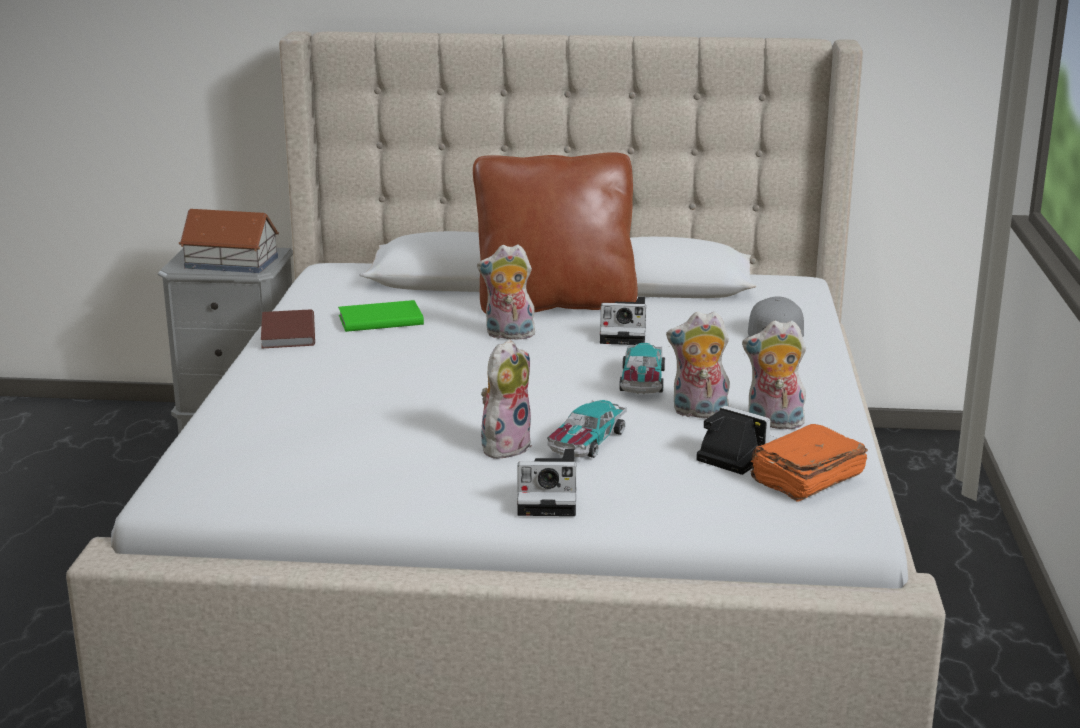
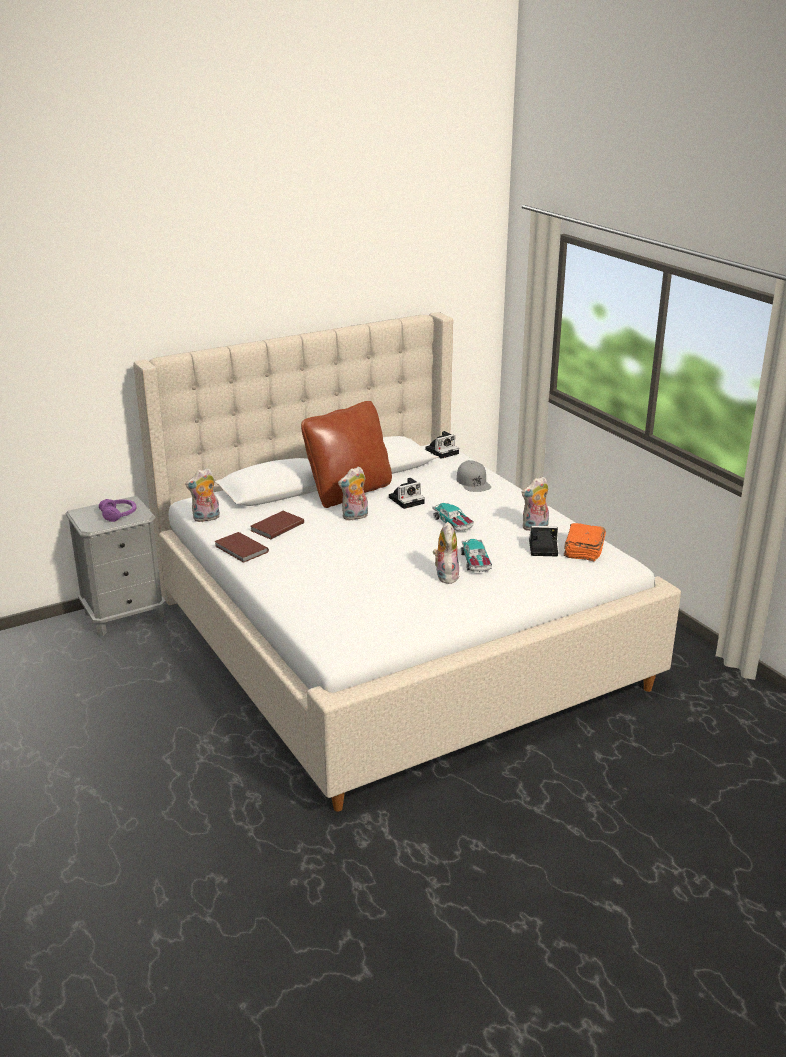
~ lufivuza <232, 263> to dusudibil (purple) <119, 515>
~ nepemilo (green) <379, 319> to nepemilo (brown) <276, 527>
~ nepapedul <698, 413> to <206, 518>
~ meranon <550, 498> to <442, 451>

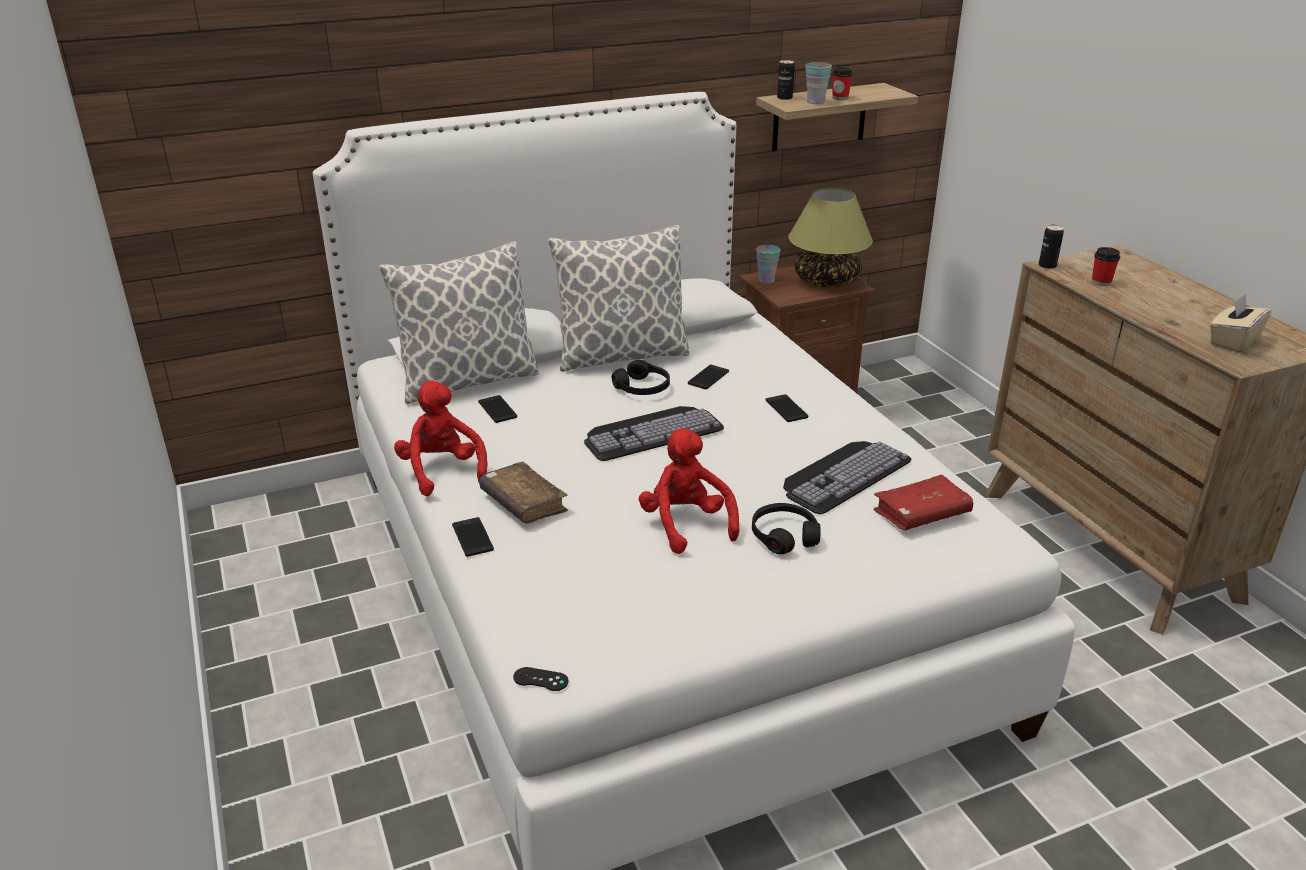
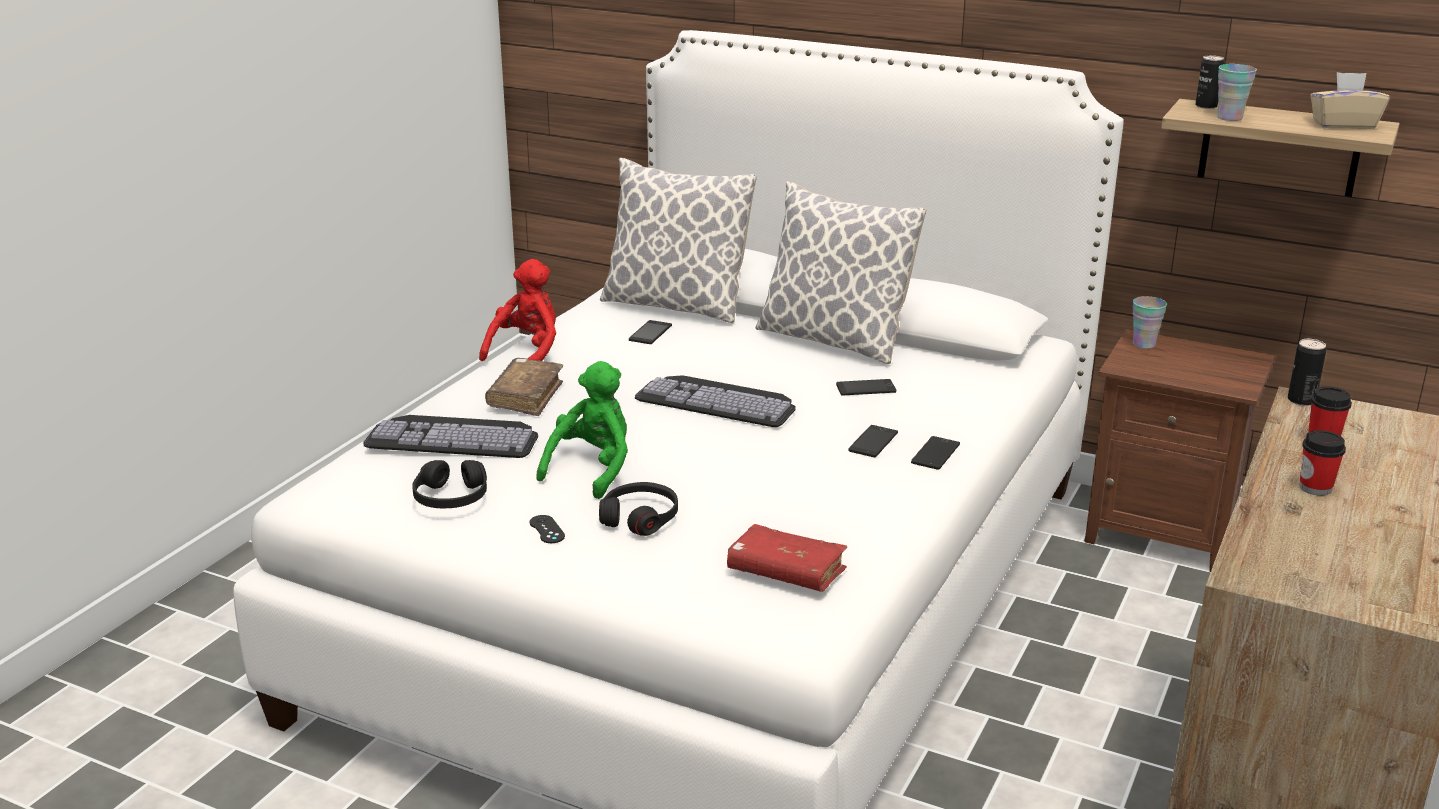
~ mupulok <840, 98> to <1315, 488>
- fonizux <826, 281>
~ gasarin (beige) <1233, 342> to <1343, 124>
~ dusudibil (black) <642, 388> to <451, 497>
~ nepapedul (red) <686, 524> to nepapedul (green) <592, 469>
~ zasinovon <843, 473> to <456, 436>
~ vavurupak <472, 537> to <935, 454>
~ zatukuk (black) <540, 679> to <547, 529>

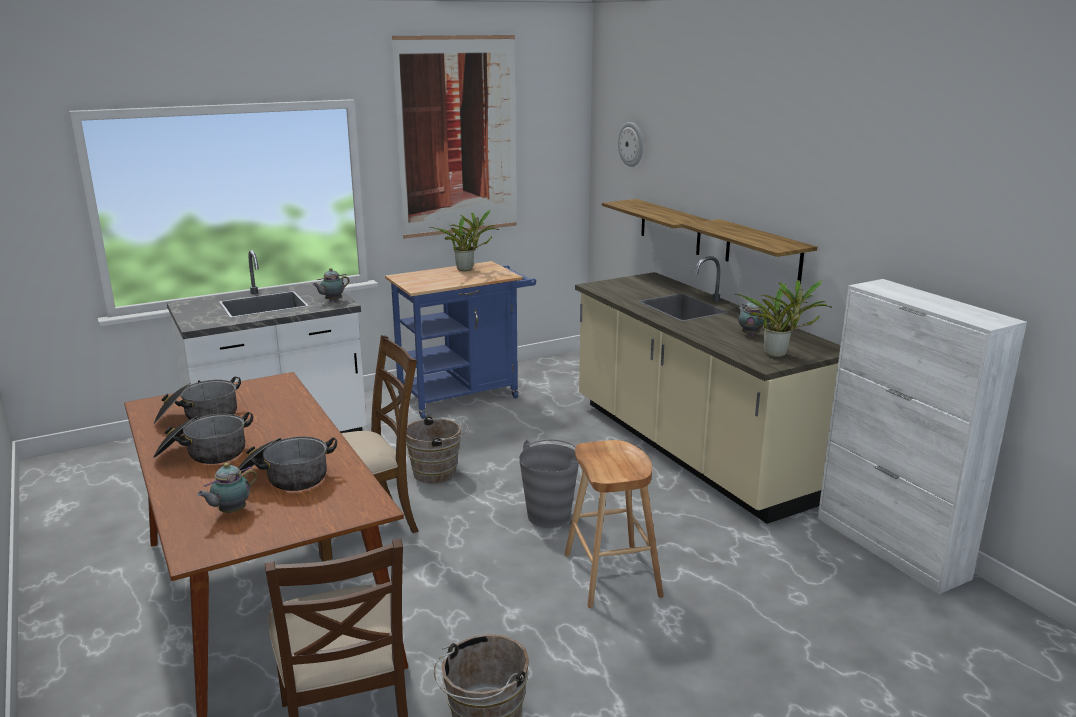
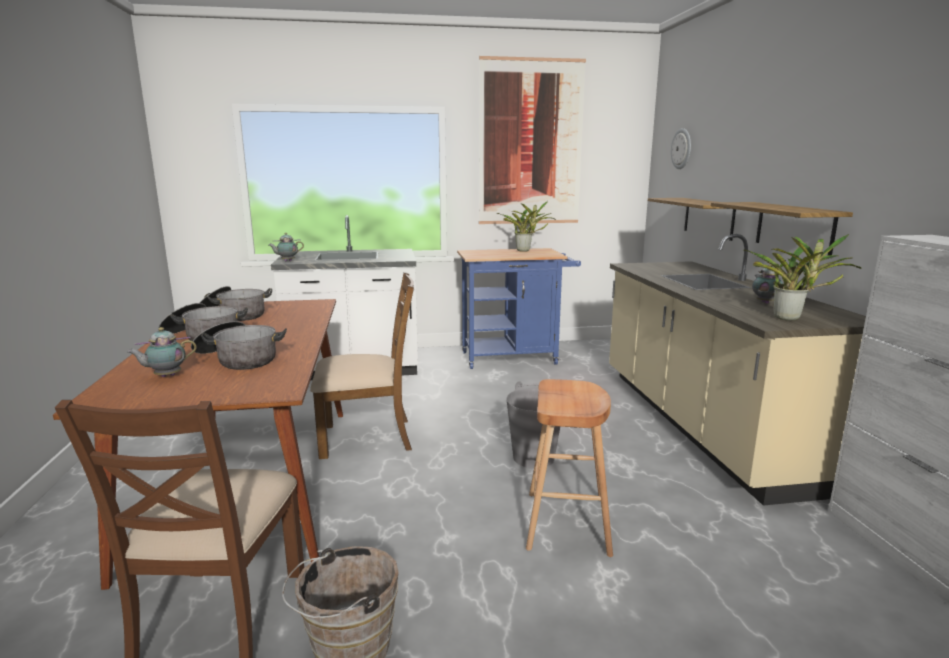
~ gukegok <332, 301> to <287, 261>
- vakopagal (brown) <438, 472>

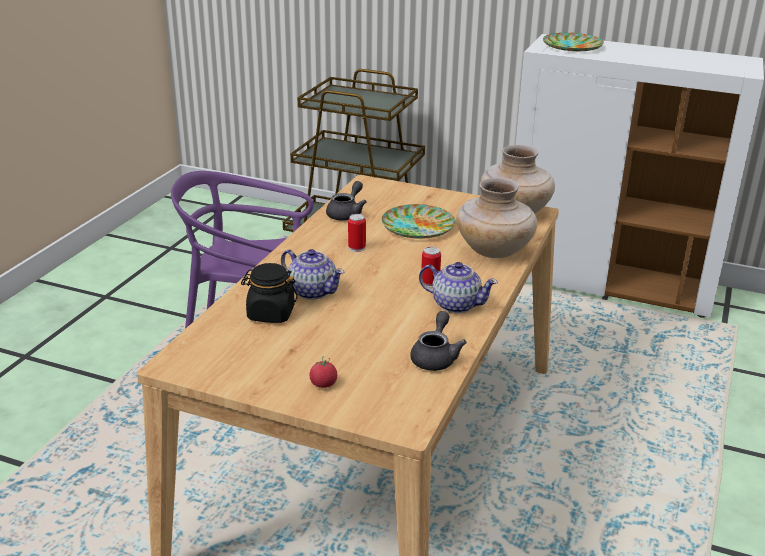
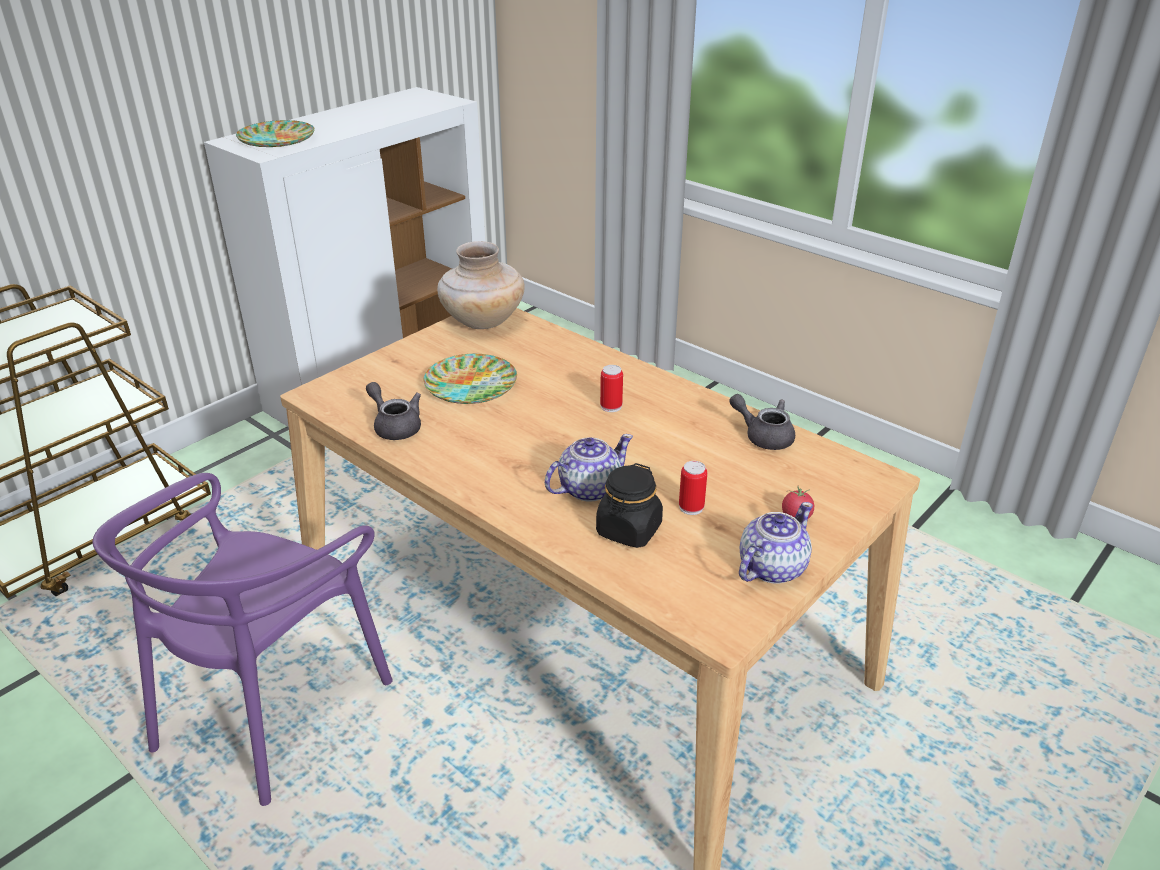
- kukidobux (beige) <494, 251>
~ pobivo <357, 248> to <691, 507>
~ gukegok <455, 304> to <771, 568>

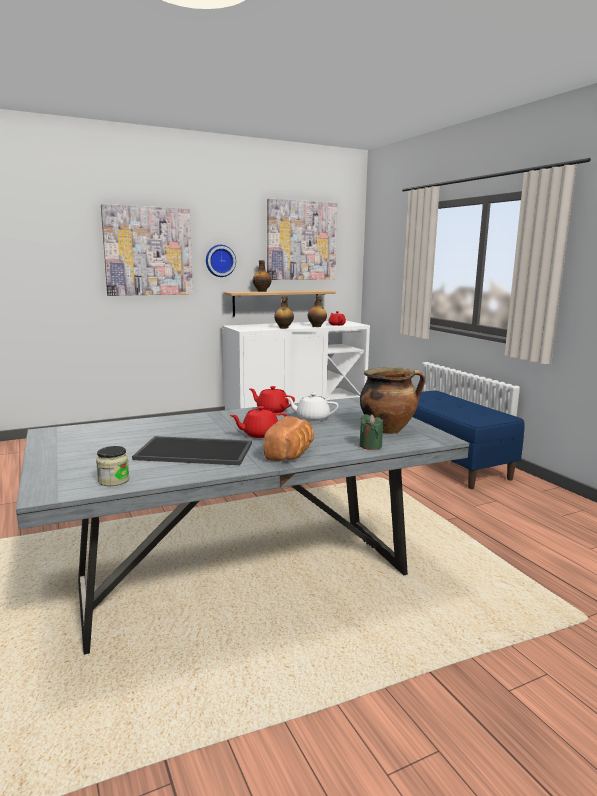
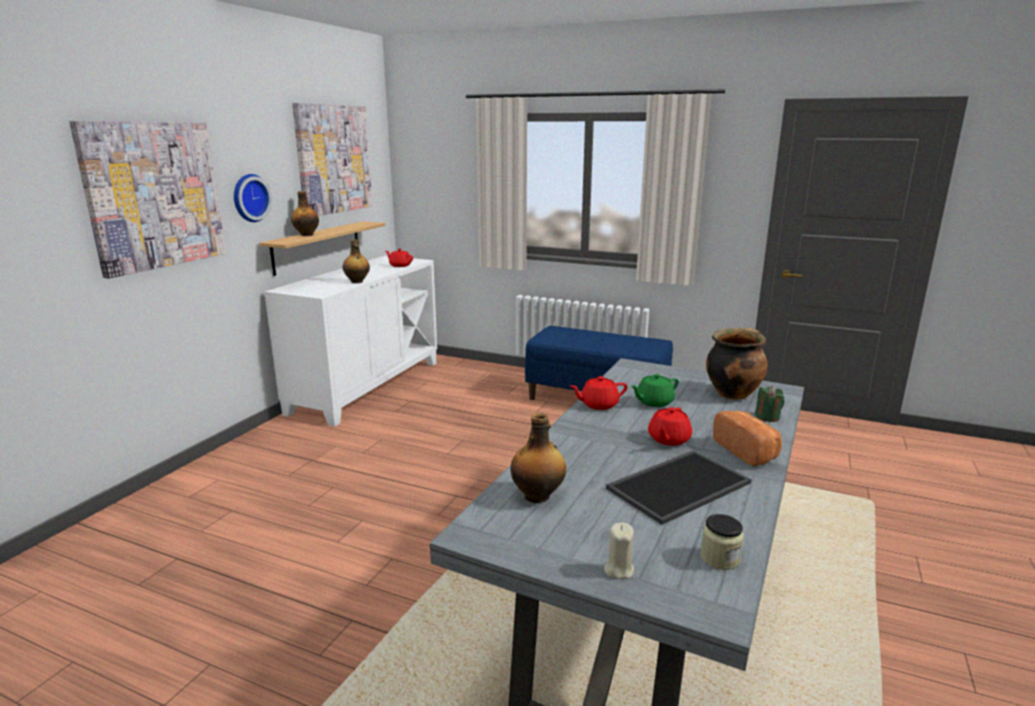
~ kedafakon <317, 326> to <538, 496>
~ gukegok (white) <312, 418> to gukegok (green) <653, 402>
+ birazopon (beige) <618, 570>

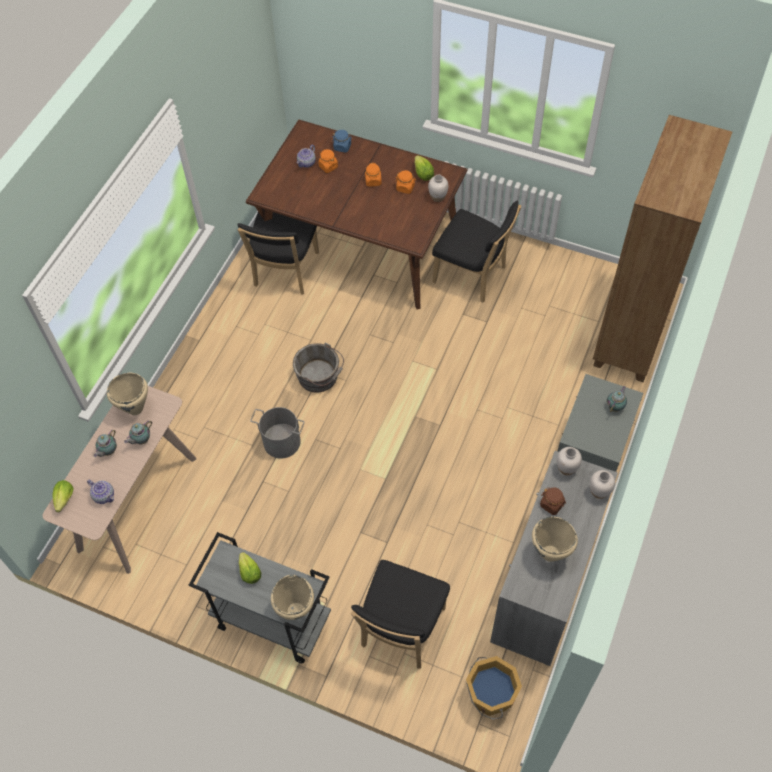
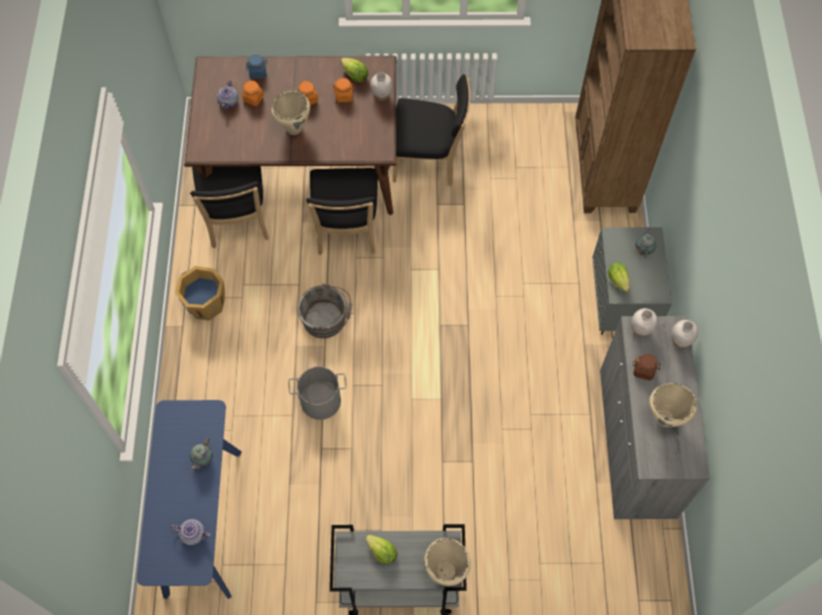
~ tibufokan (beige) <135, 408> to <294, 129>
~ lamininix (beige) <137, 503> to lamininix (blue) <203, 521>
- gukegok <108, 451>
~ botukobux <64, 501> to <618, 282>
~ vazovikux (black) <401, 630> to <346, 232>
~ vakopagal (orange) <490, 695> to <205, 305>

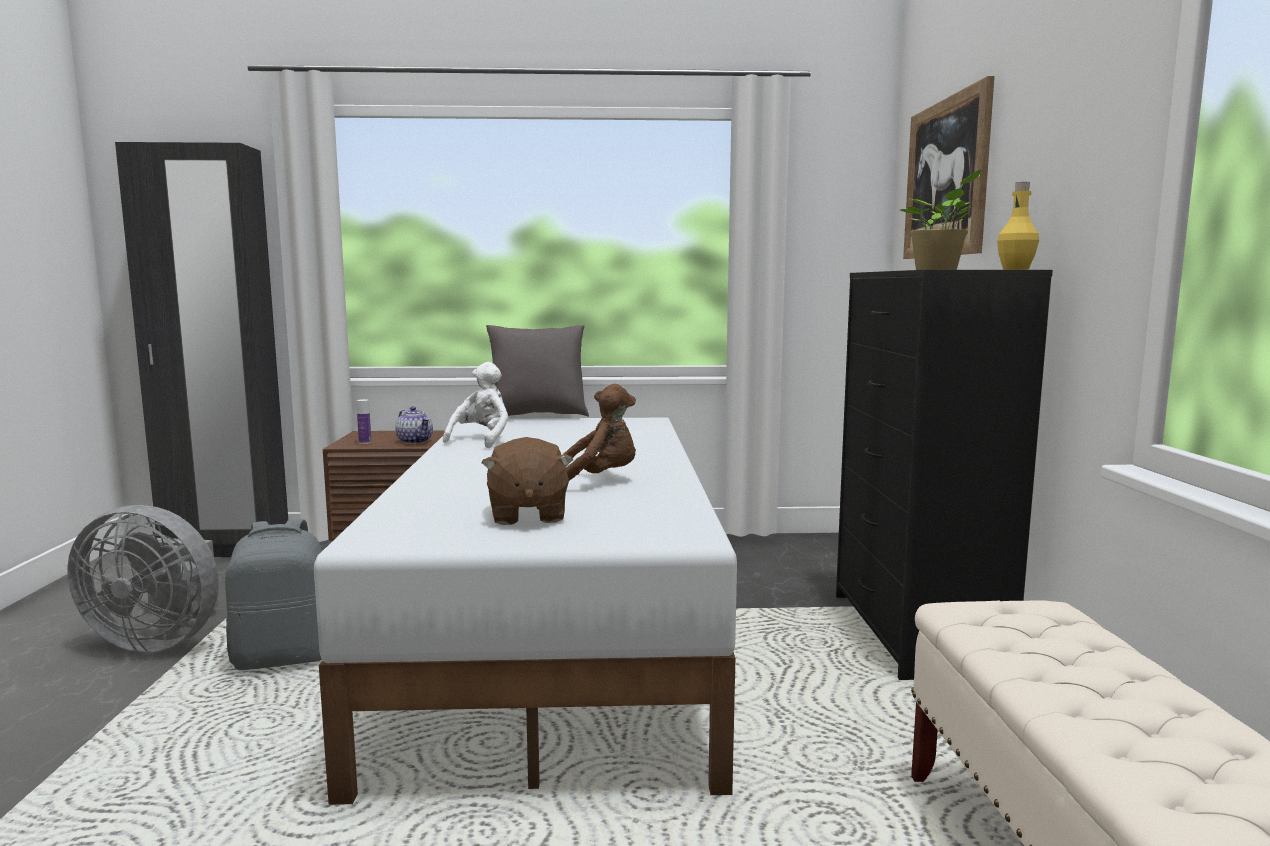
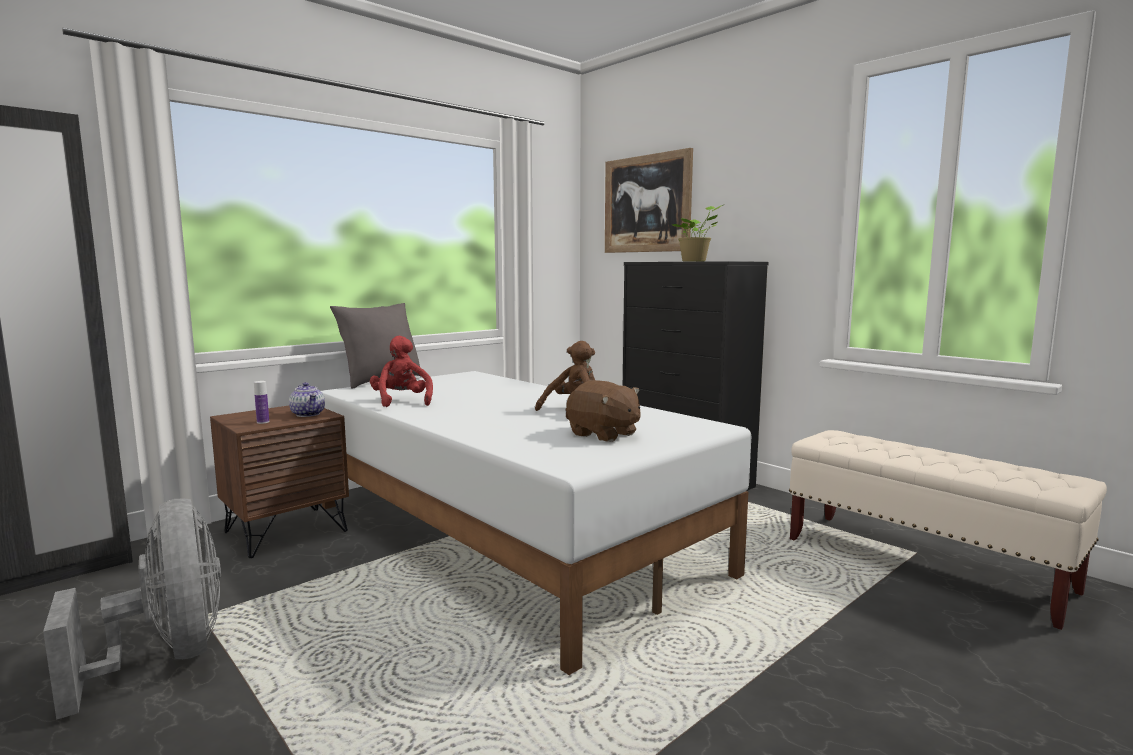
- kedafakon (yellow) <1015, 269>
~ nepapedul (white) <482, 440> to nepapedul (red) <402, 401>
~ gukegok <415, 441> = <308, 414> 45 degrees clockwise
~ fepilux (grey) <160, 640> = <167, 657> 90 degrees counterclockwise
- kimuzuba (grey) <285, 657>

